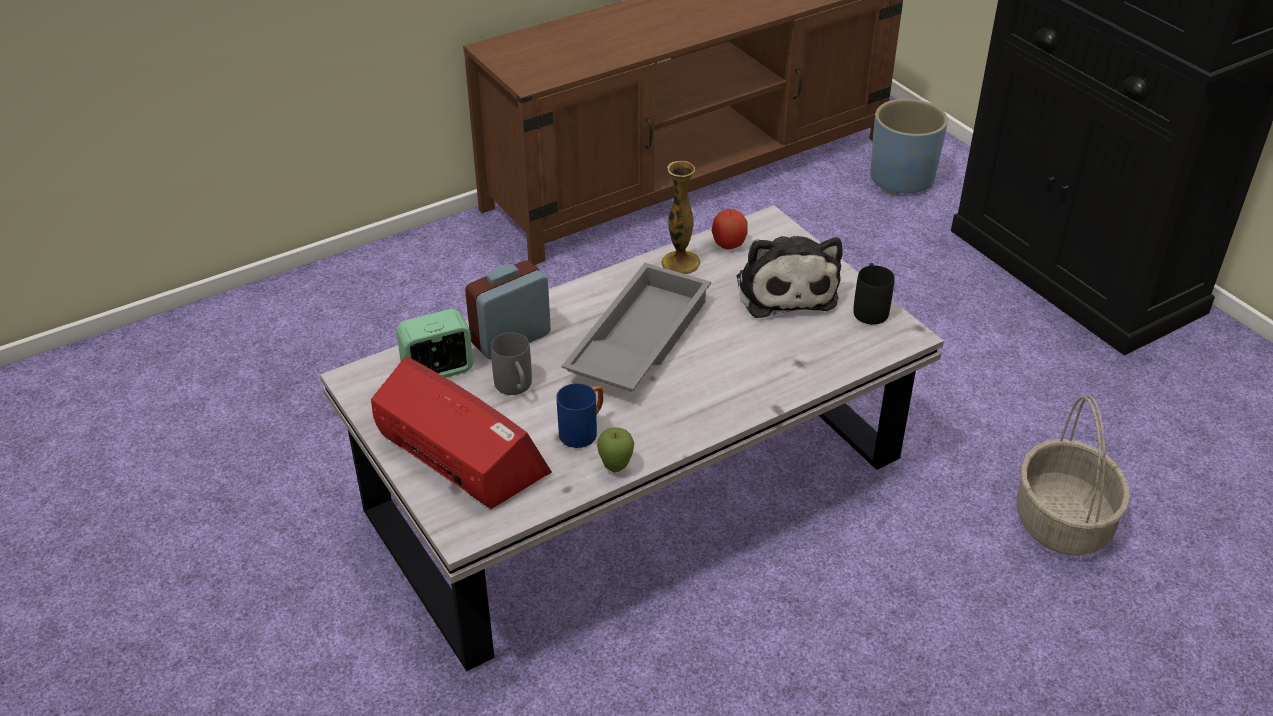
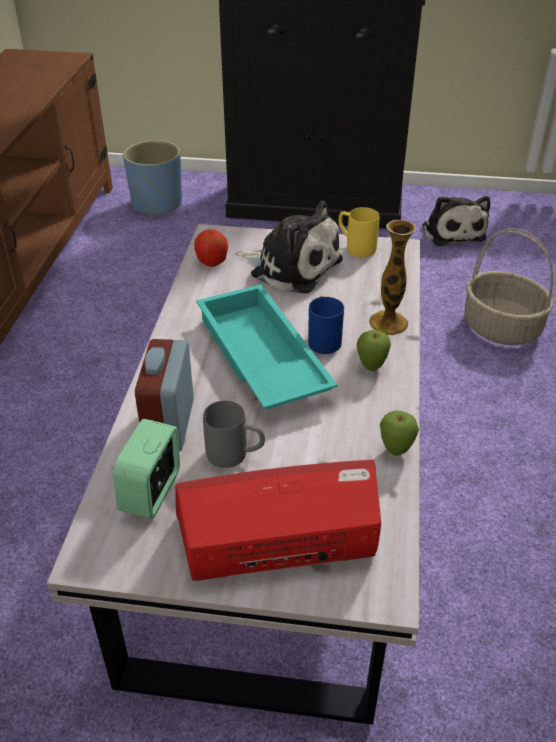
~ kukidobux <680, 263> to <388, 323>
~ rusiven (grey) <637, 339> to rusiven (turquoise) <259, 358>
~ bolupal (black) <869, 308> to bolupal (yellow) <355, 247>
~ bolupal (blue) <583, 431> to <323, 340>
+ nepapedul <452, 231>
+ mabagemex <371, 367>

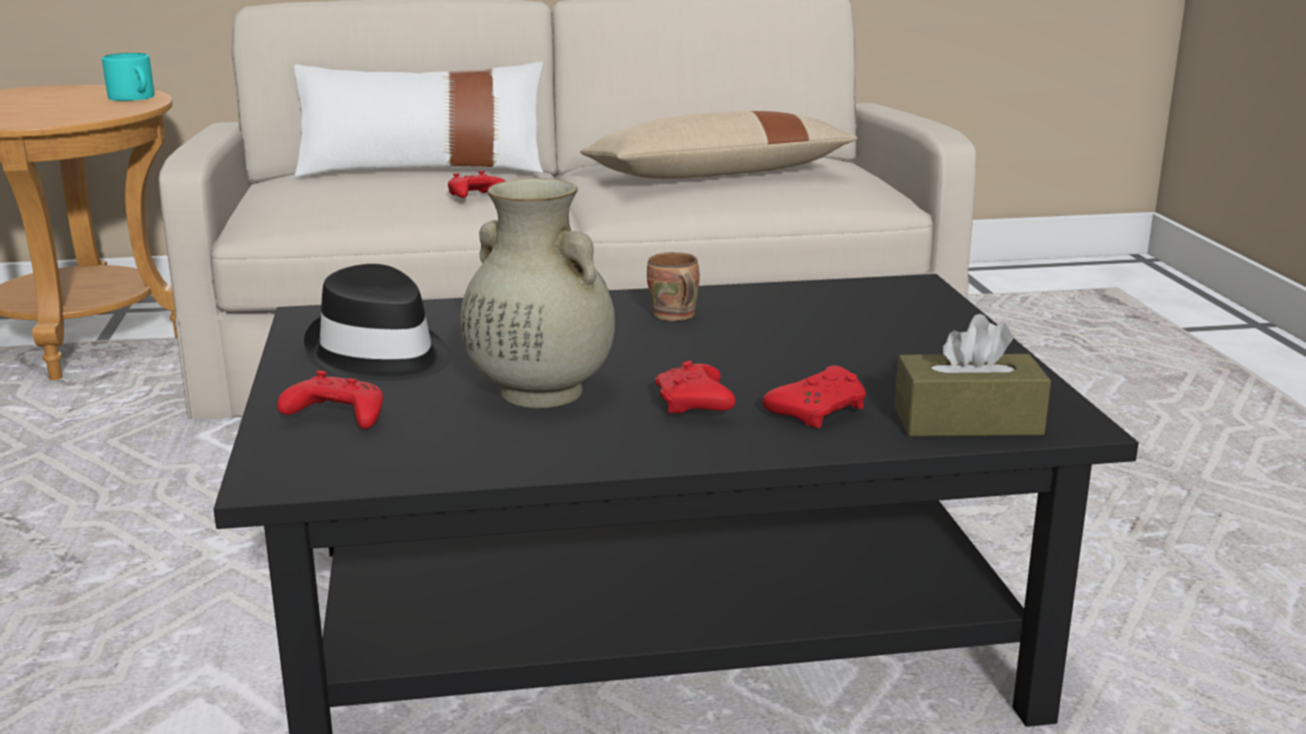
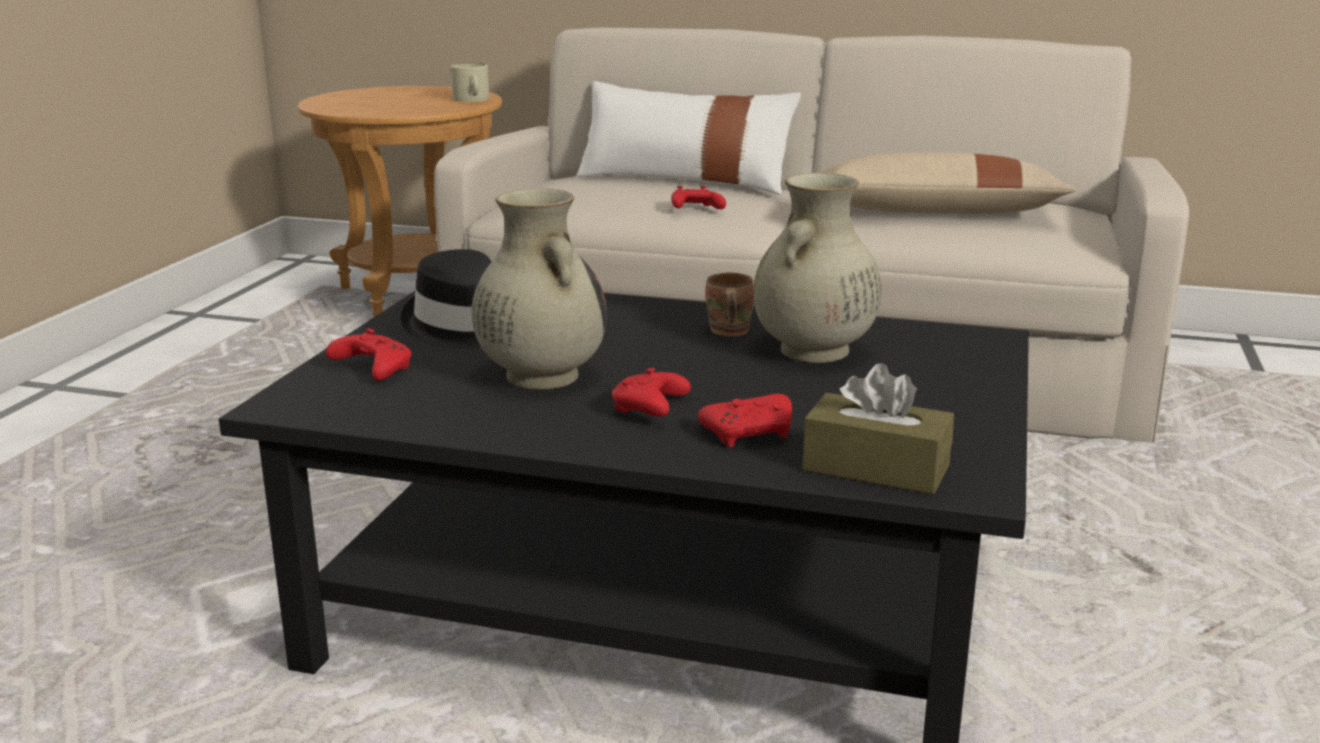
~ bolupal (turquoise) <134, 97> to bolupal (beige) <472, 99>
+ kukidobux (beige) <813, 352>

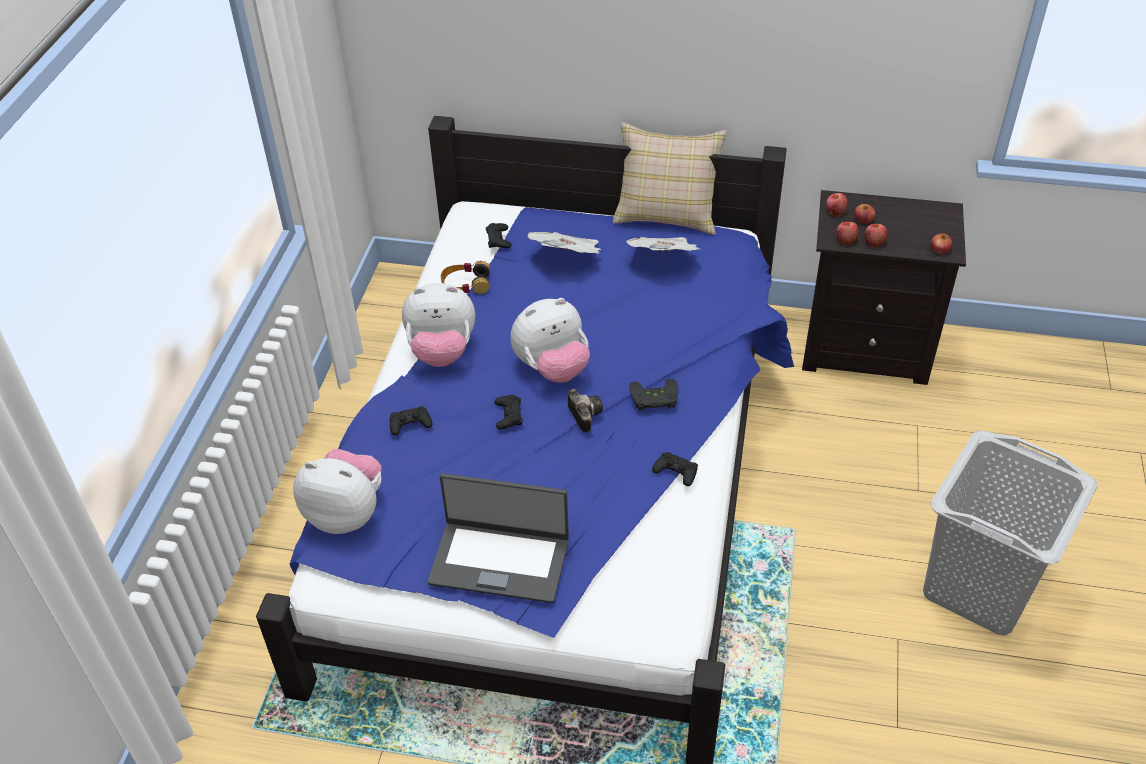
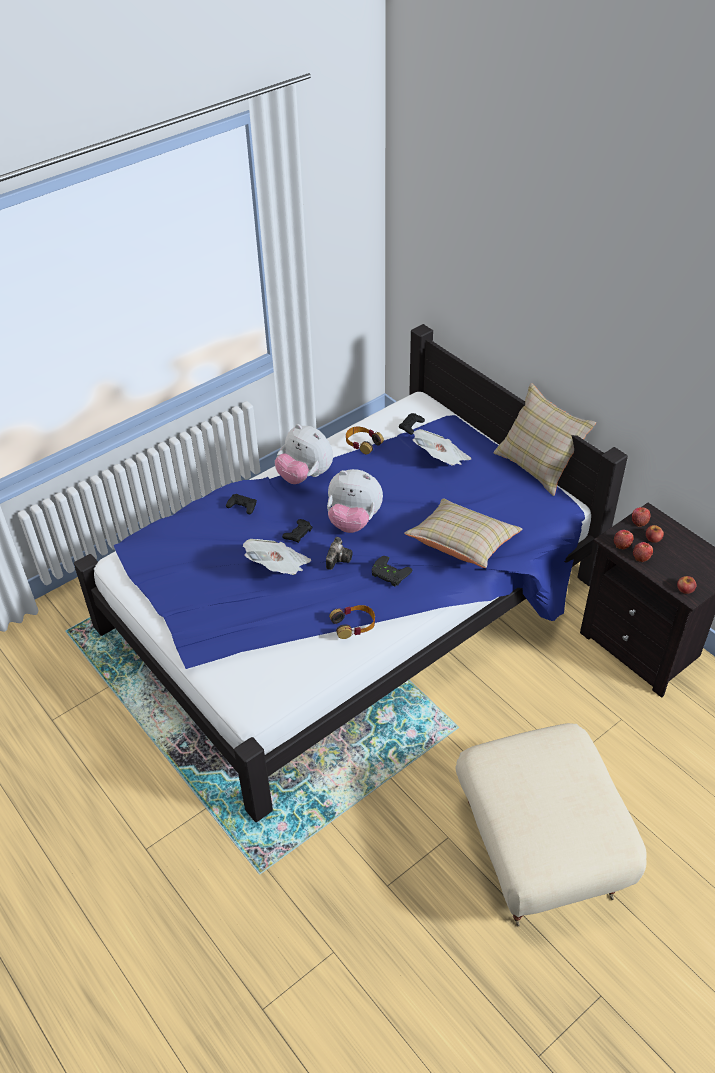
~ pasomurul <664, 259> to <279, 568>
~ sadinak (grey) <980, 587> to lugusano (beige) <541, 848>
- nepapedul <346, 513>
~ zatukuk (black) <676, 471> to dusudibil <354, 624>
- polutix <499, 560>
+ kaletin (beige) <462, 545>

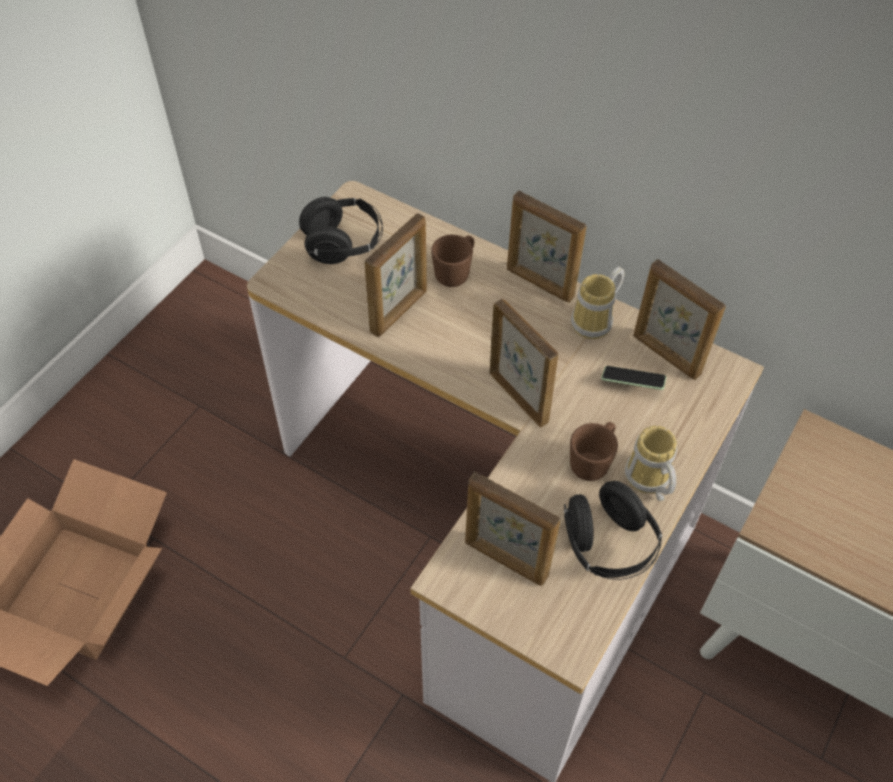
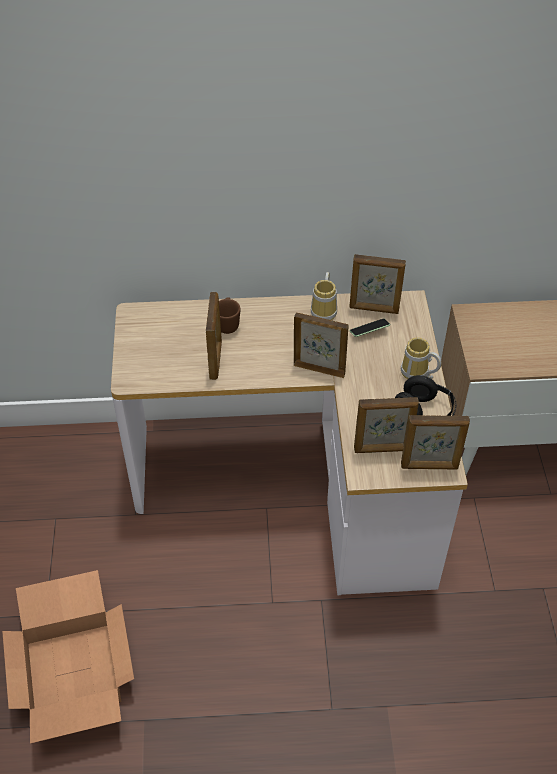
~ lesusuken <539, 284> to <429, 466>
- dusudibil (black) <343, 244>
- bolupal (brown) <593, 461>

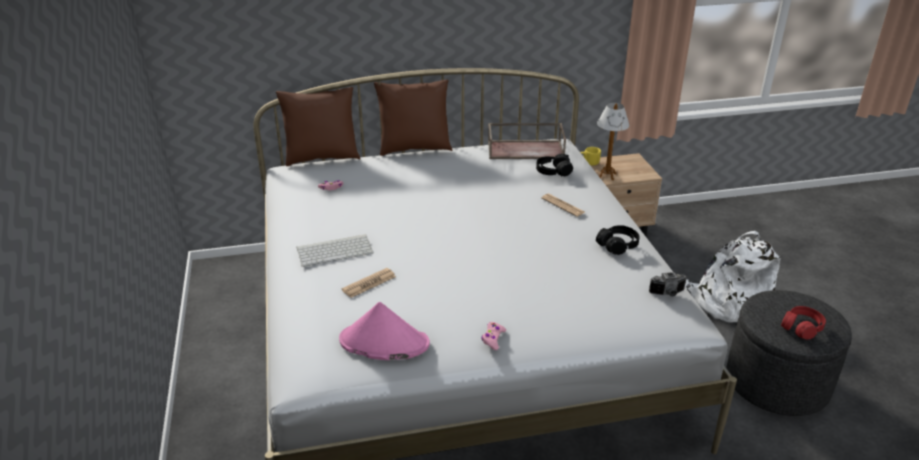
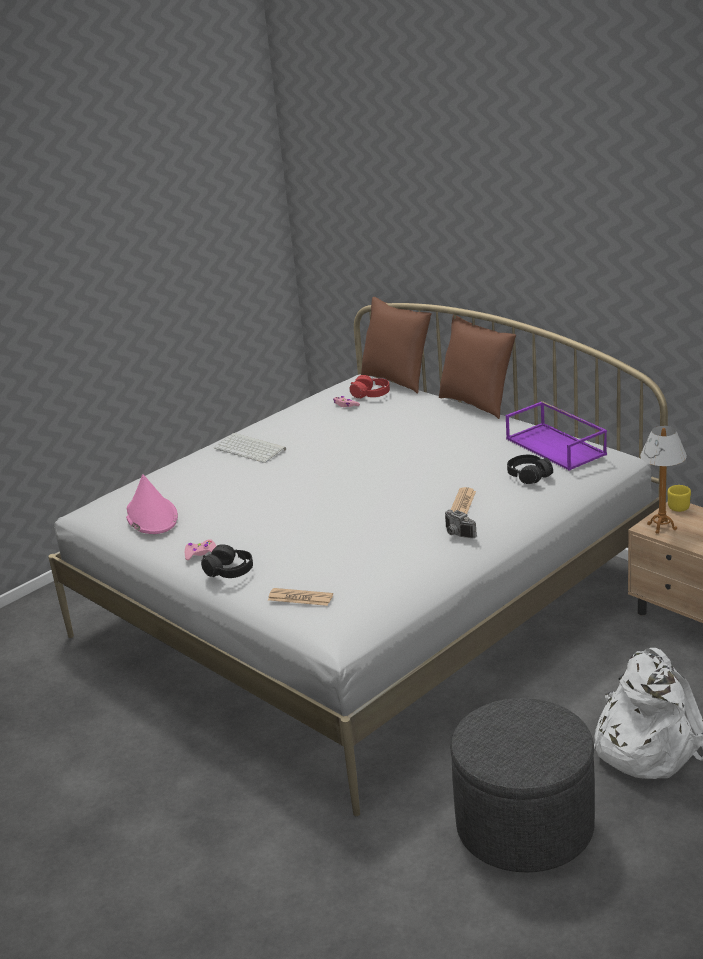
~ rusiven (brown) <526, 149> to rusiven (purple) <557, 446>
~ dusudibil (black) <617, 245> to <229, 571>
~ pasomurul <369, 283> to <300, 598>
~ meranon <668, 294> to <456, 534>
~ dusudibil (red) <801, 328> to <371, 394>

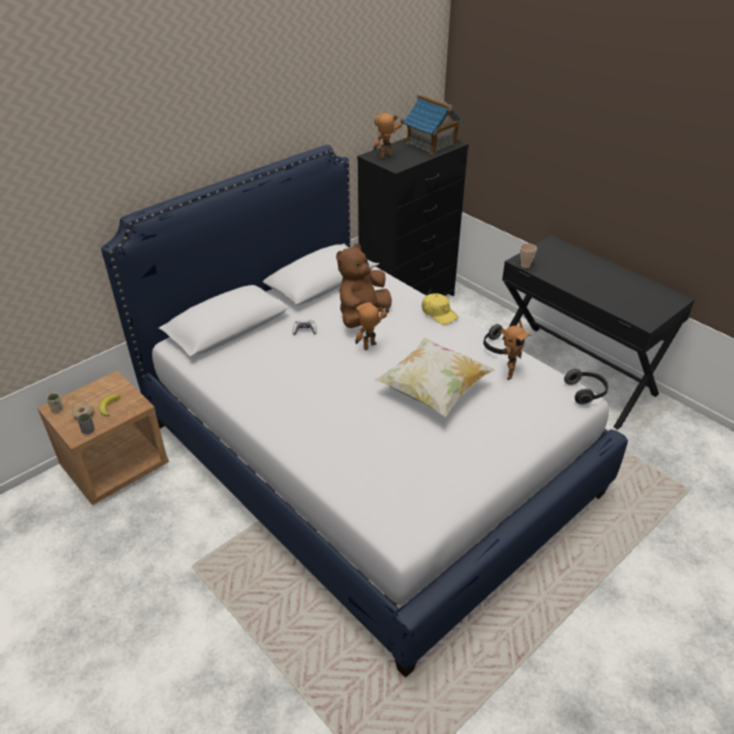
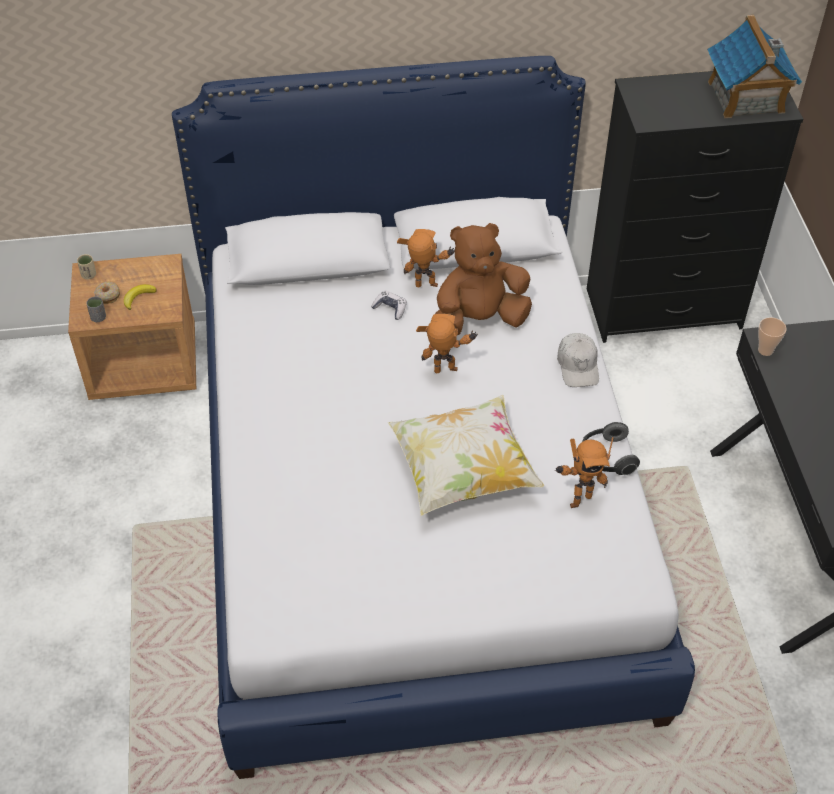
~ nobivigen <388, 157> to <427, 288>
~ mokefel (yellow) <439, 313> to mokefel (white) <578, 366>
- dusudibil <586, 392>

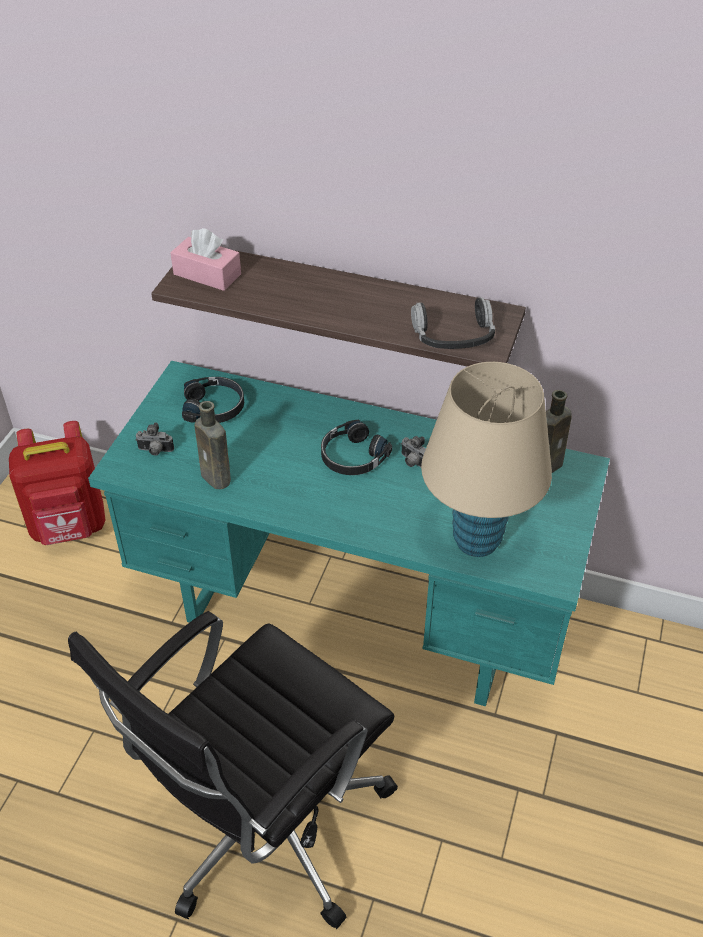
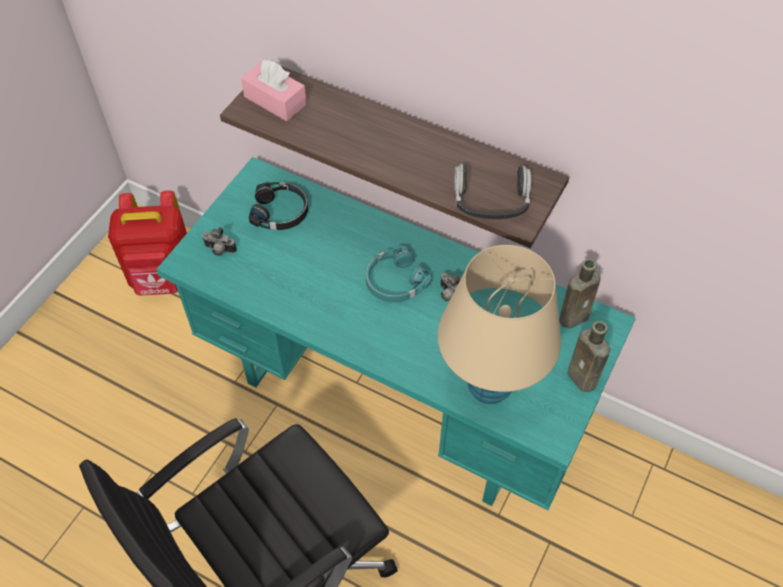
~ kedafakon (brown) <217, 479> to <583, 380>
~ dusudibil (black) <352, 457> to dusudibil (turquoise) <394, 281>

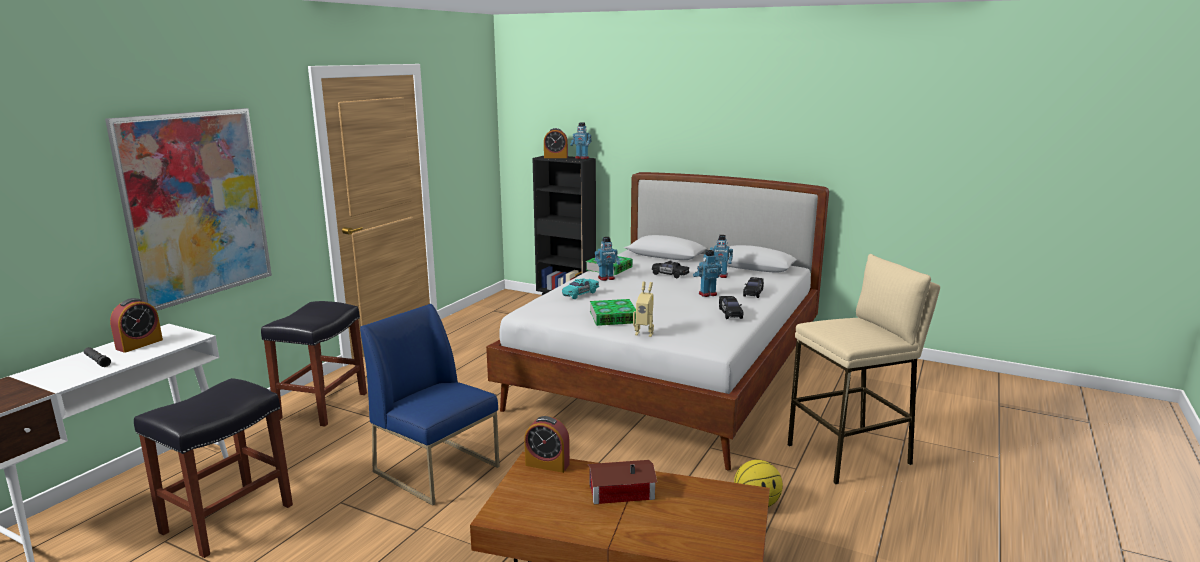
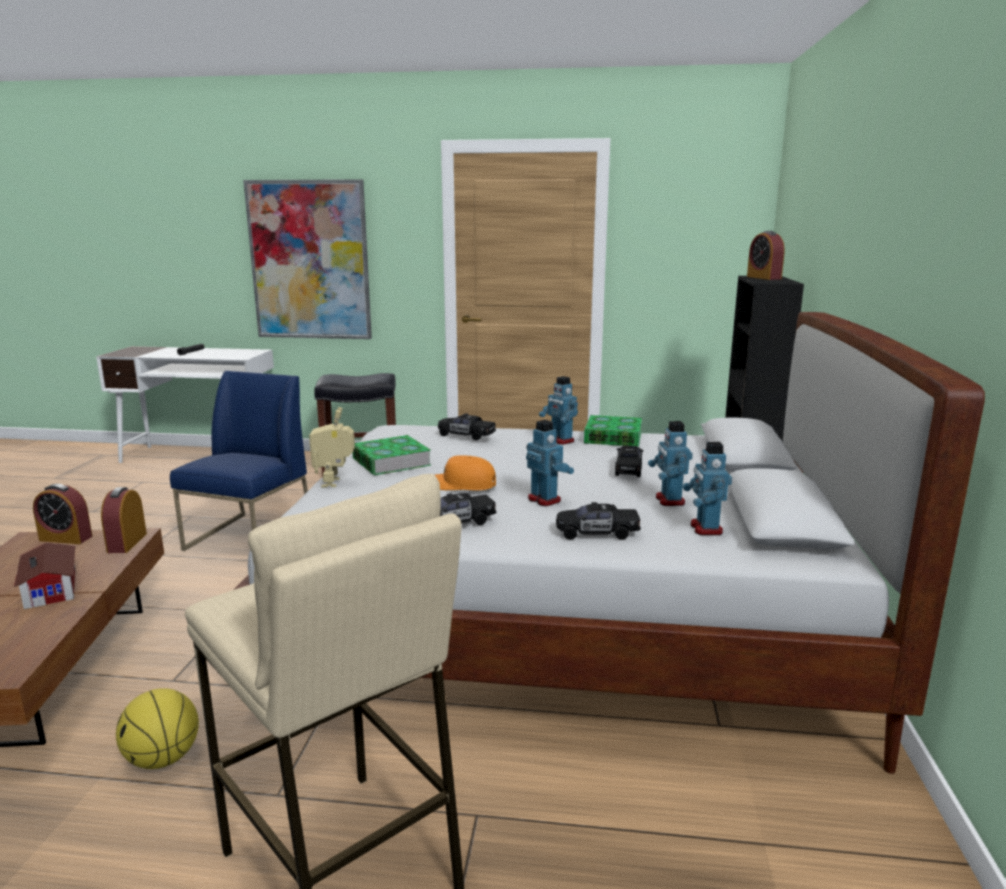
~ nobivigen <581, 158> to <705, 529>
~ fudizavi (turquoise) <580, 294> to fudizavi (black) <466, 435>
~ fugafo <139, 344> to <66, 538>
- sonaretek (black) <226, 520>
+ mokefel (orange) <461, 484>

